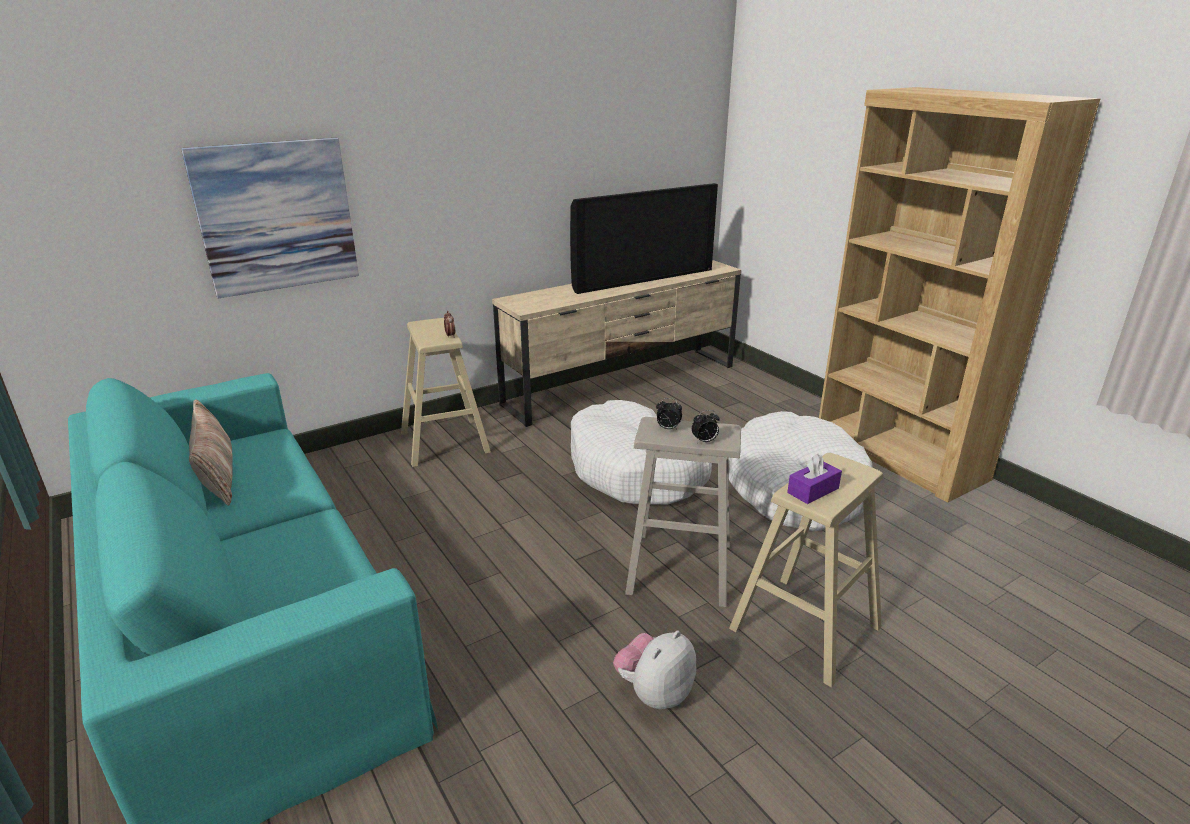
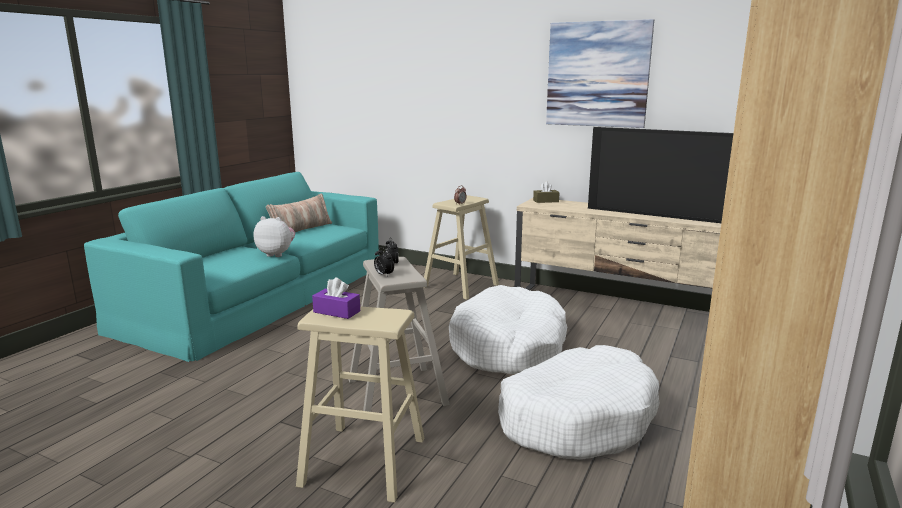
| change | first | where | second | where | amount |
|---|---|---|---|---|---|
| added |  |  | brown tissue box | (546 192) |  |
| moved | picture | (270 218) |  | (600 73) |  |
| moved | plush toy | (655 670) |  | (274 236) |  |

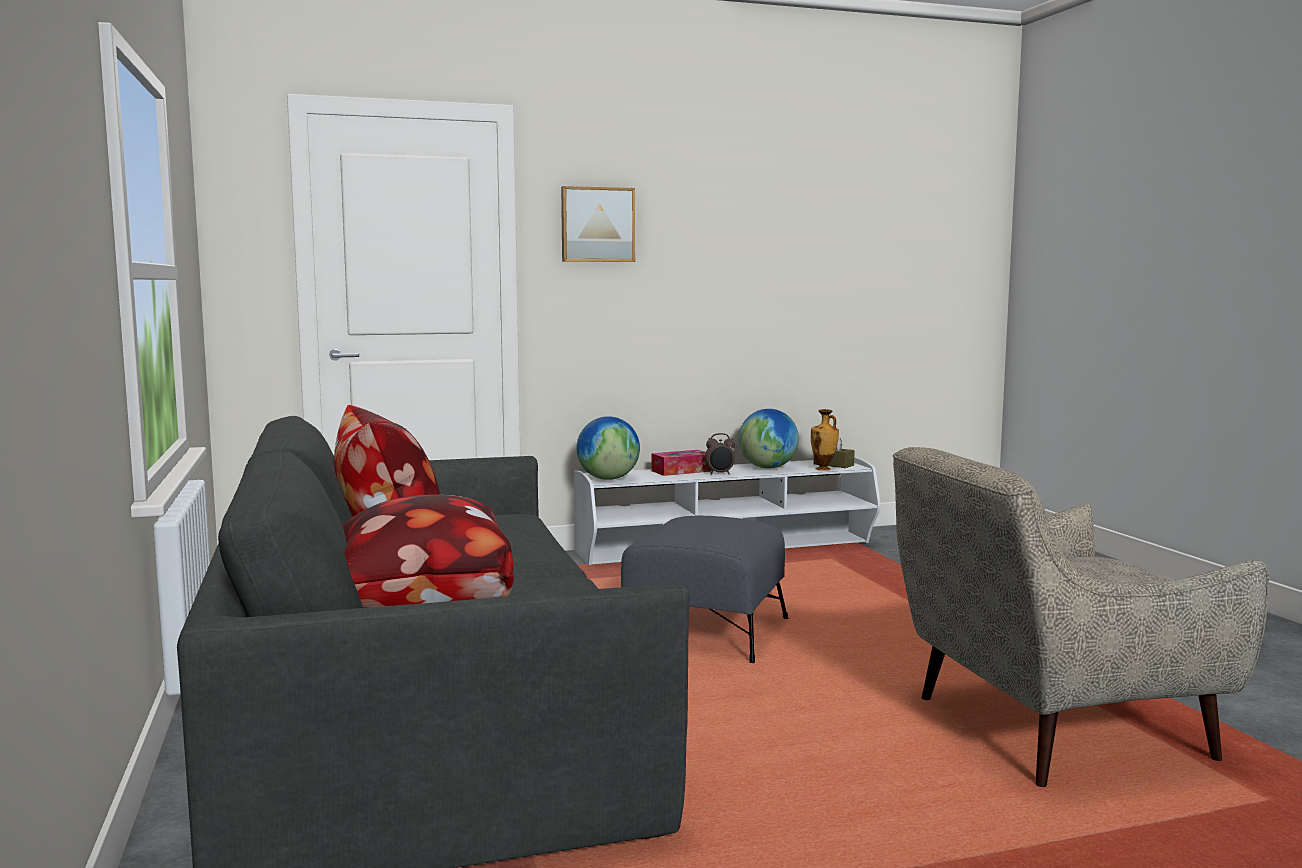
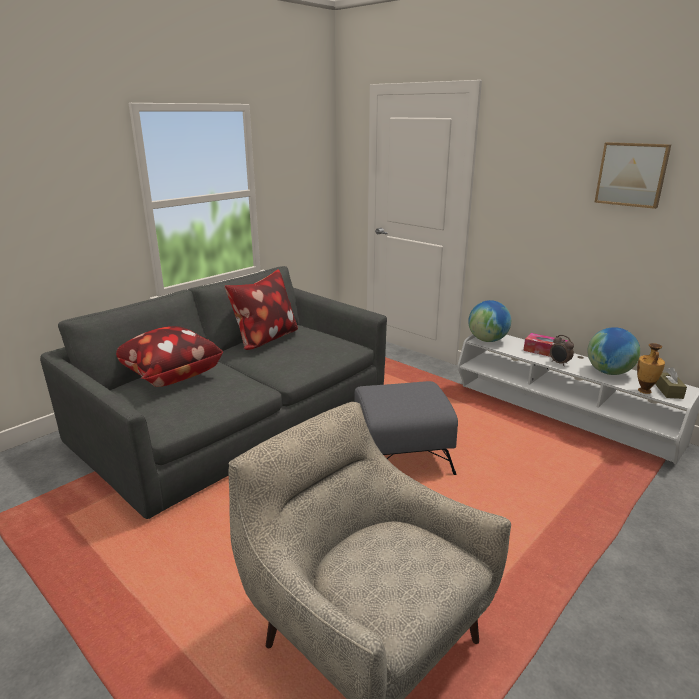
| change | first | where | second | where | amount |
|---|---|---|---|---|---|
| moved | picture | (598 224) |  | (632 175) |  |

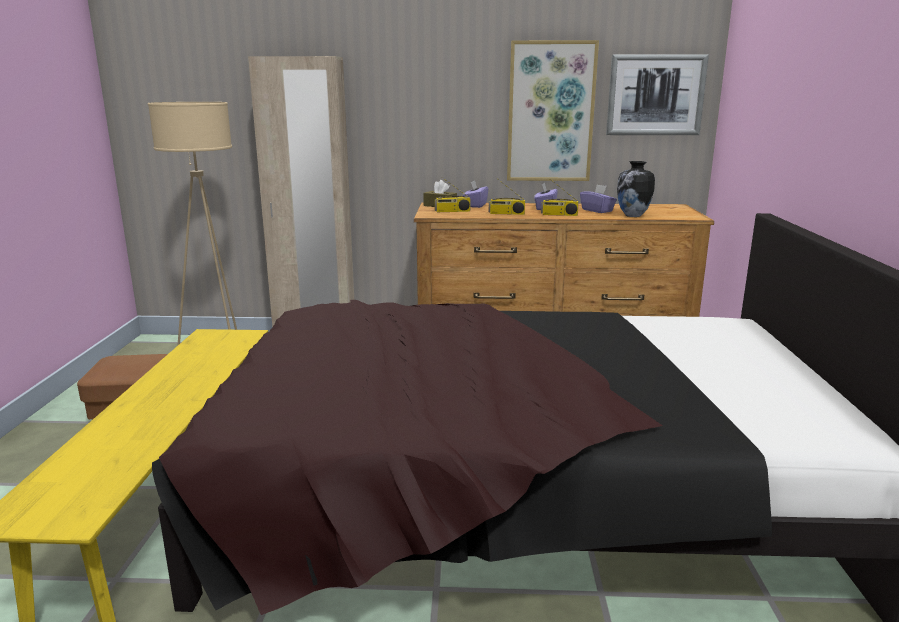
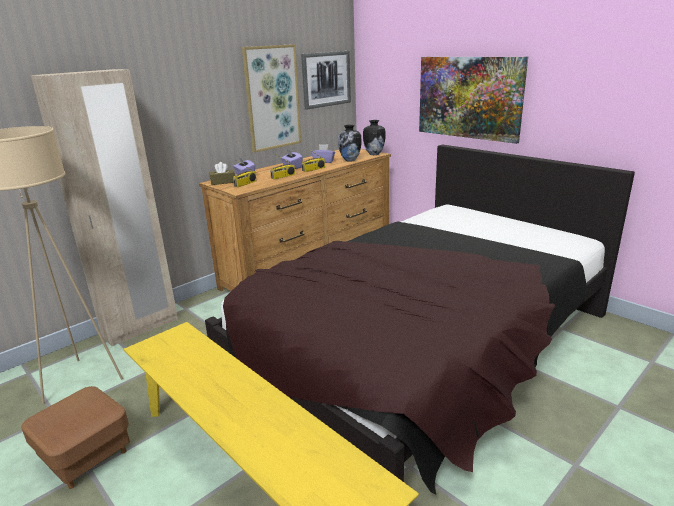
| change | first | where | second | where | amount |
|---|---|---|---|---|---|
| added |  |  | vase | (374 137) |  |
| added |  |  | picture | (473 100) |  |

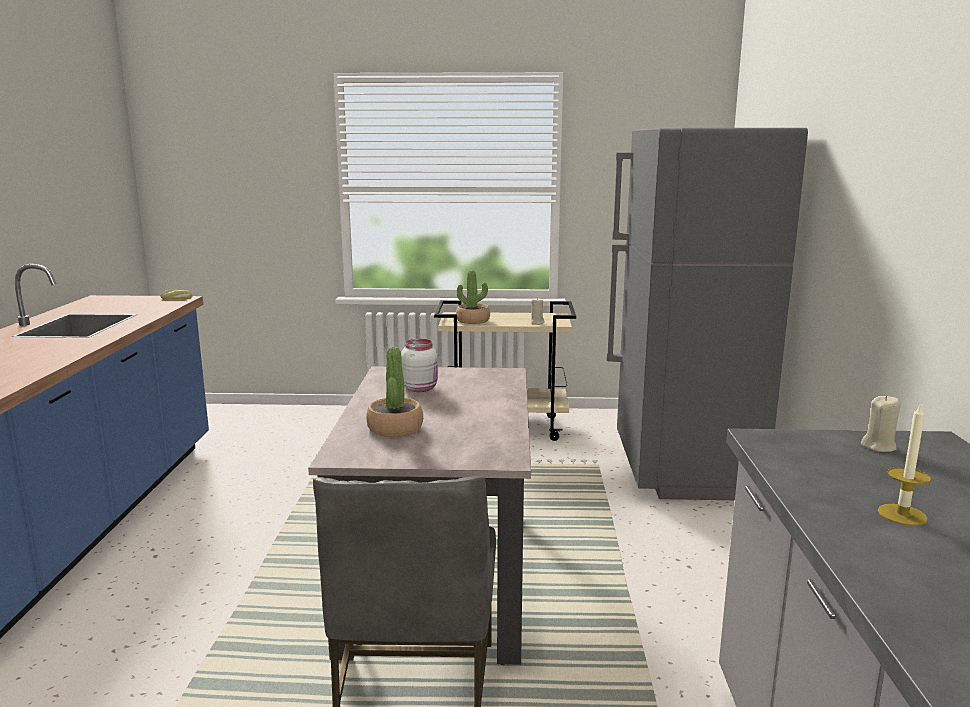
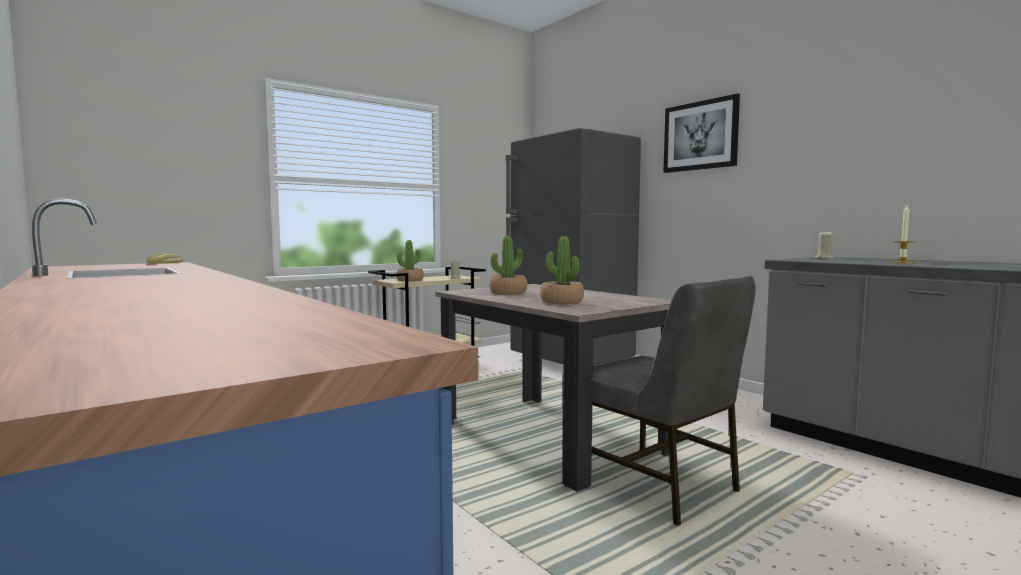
| change | first | where | second | where | amount |
|---|---|---|---|---|---|
| added |  |  | picture | (701 133) |  |
| replaced | white jar | (419 365) | potted plant | (508 265) |  |

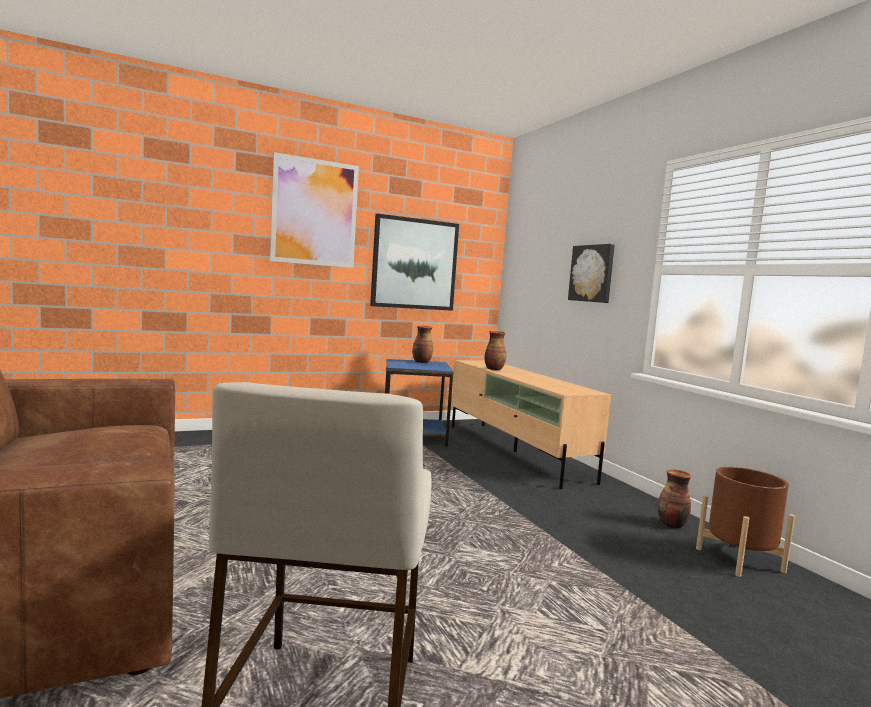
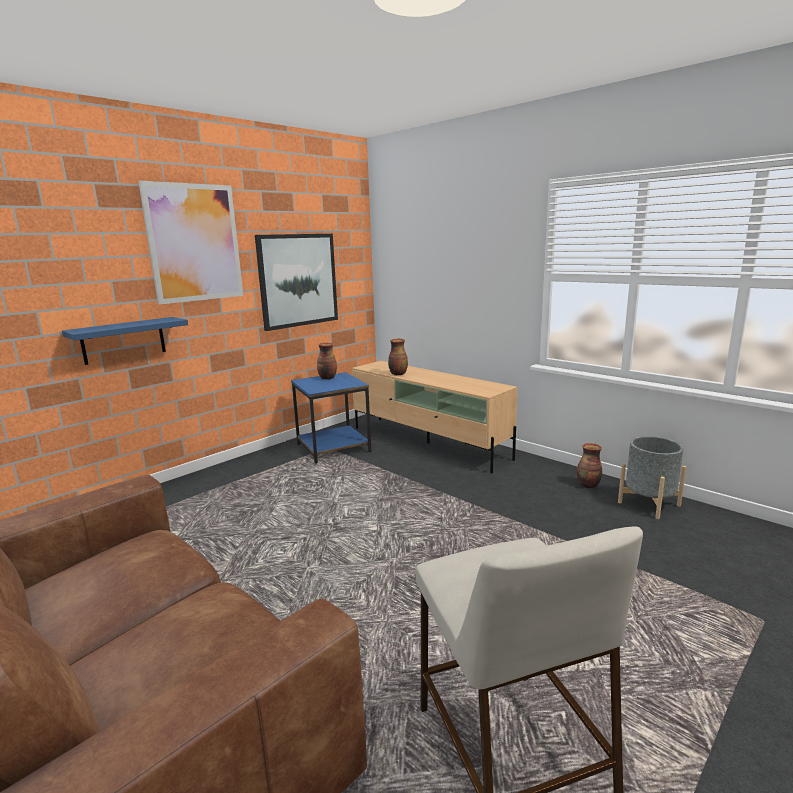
| change | first | where | second | where | amount |
|---|---|---|---|---|---|
| removed | picture | (591 273) |  |  |  |
| added |  |  | blue shelf | (125 341) |  |
| recoloured | brown planter | (745 522) | grey planter | (652 477) |  |

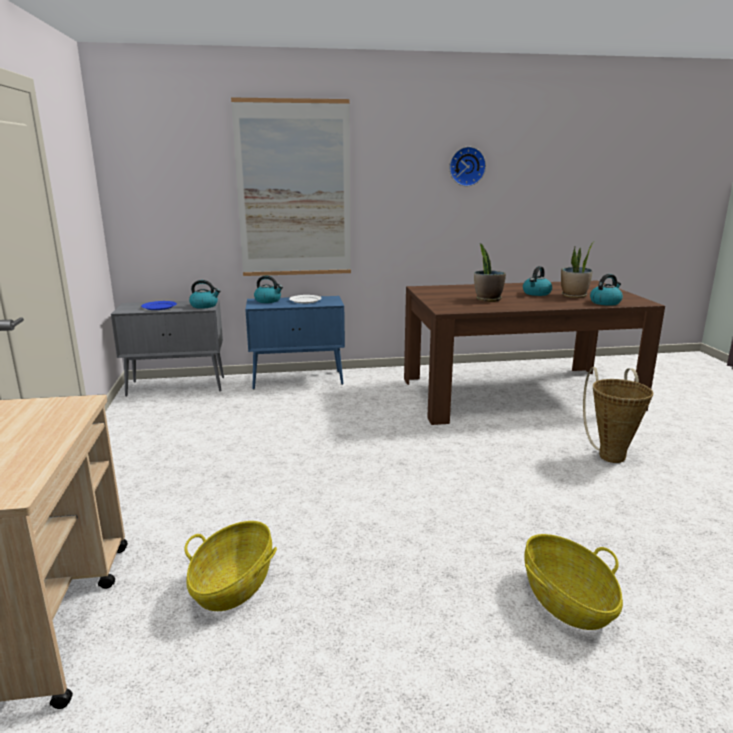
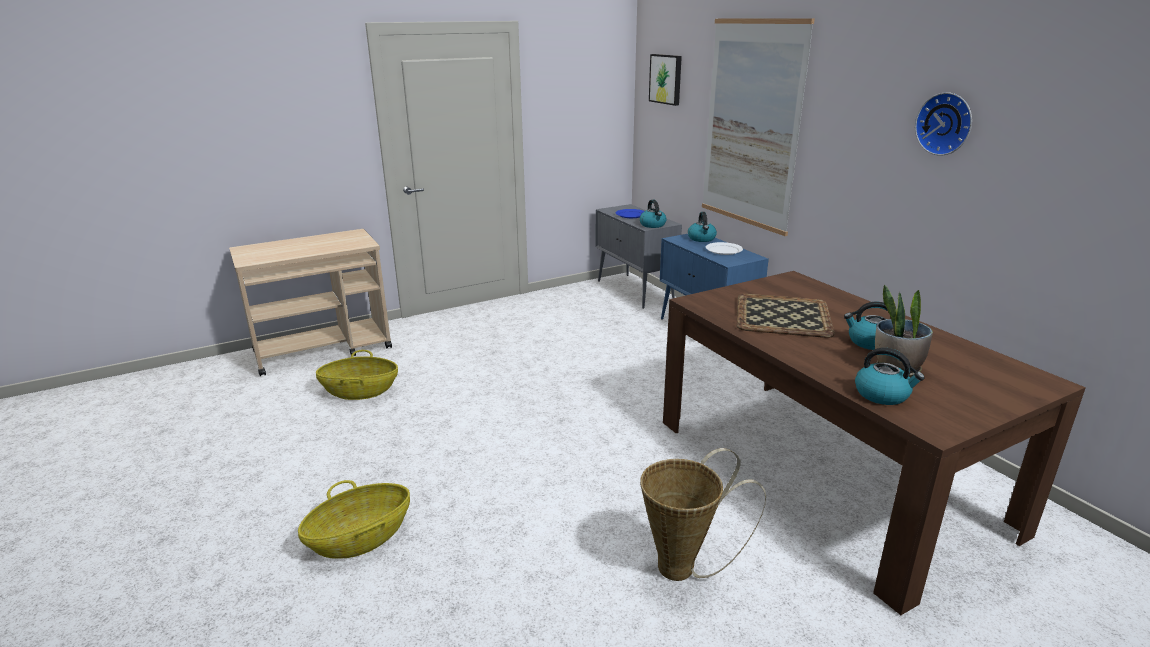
| change | first | where | second | where | amount |
|---|---|---|---|---|---|
| added |  |  | picture | (665 80) |  |
| replaced | potted plant | (490 272) | tray | (786 316) |  |

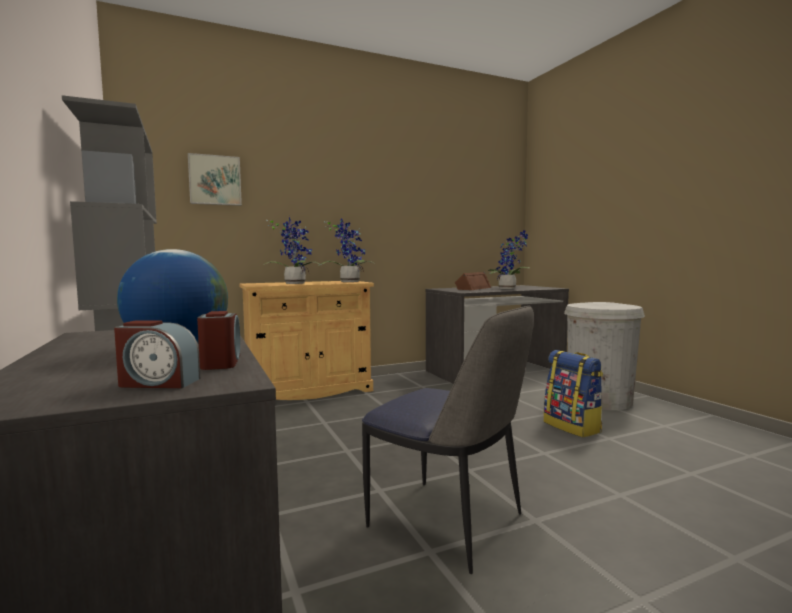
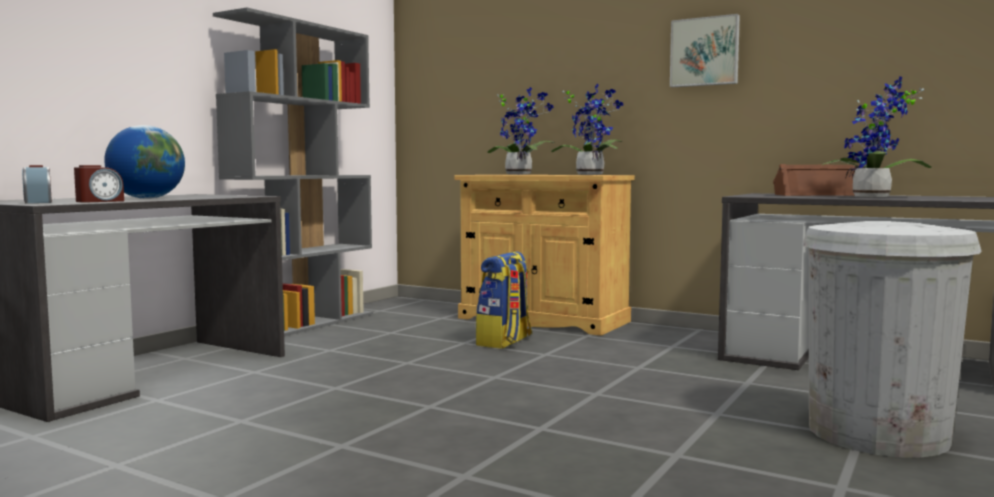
| change | first | where | second | where | amount |
|---|---|---|---|---|---|
| removed | chair | (448 439) |  |  |  |
| moved | picture | (215 179) |  | (705 50) |  |
| moved | backpack | (573 393) |  | (503 300) |  |

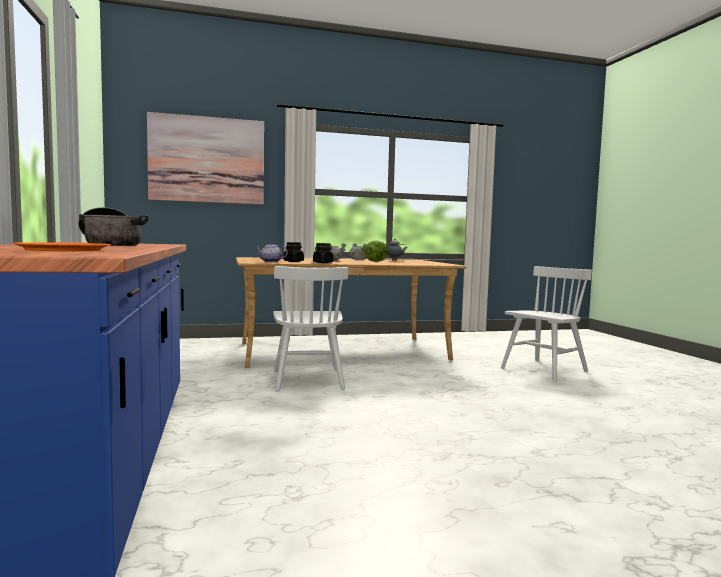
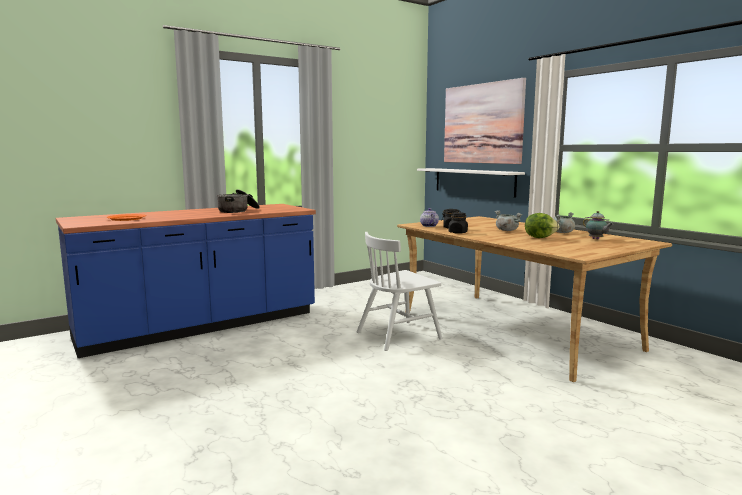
| change | first | where | second | where | amount |
|---|---|---|---|---|---|
| removed | white chair | (546 324) |  |  |  |
| added |  |  | white shelf | (471 183) |  |

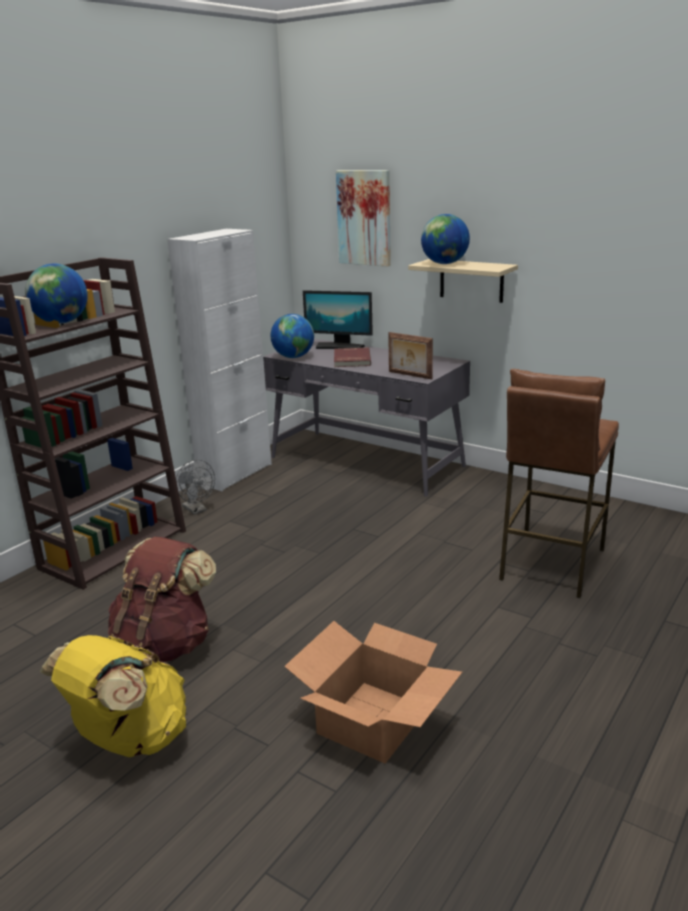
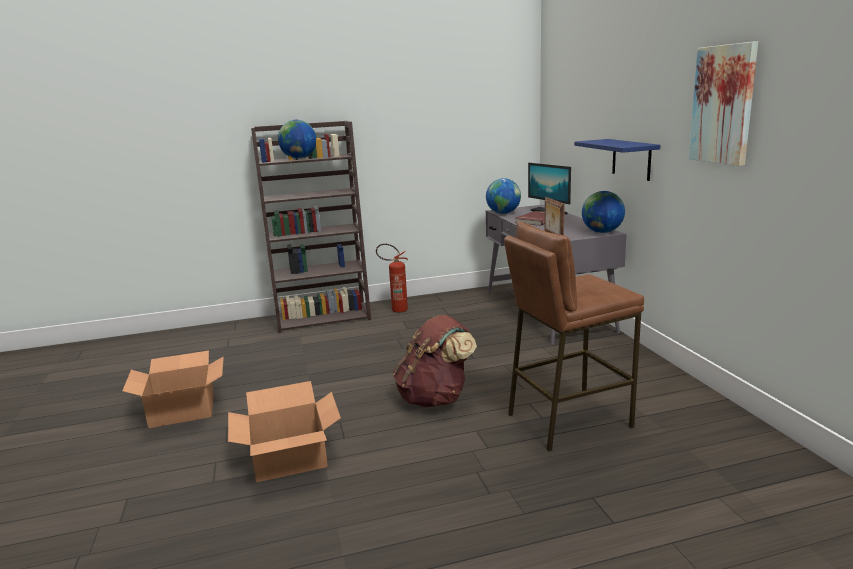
| change | first | where | second | where | amount |
|---|---|---|---|---|---|
| removed | white cabinet | (219 360) |  |  |  |
| moved | brown backpack | (162 599) |  | (435 361) |  |
| moved | picture | (363 218) |  | (723 103) |  |
| moved | globe | (445 239) |  | (603 212) |  |
| replaced | yellow backpack | (113 696) | cardboard box | (173 389) |  |
| replaced | grey fan | (195 487) | fire extinguisher | (392 278) |  |
| recoloured | beige shelf | (463 281) | blue shelf | (617 160) |  |

